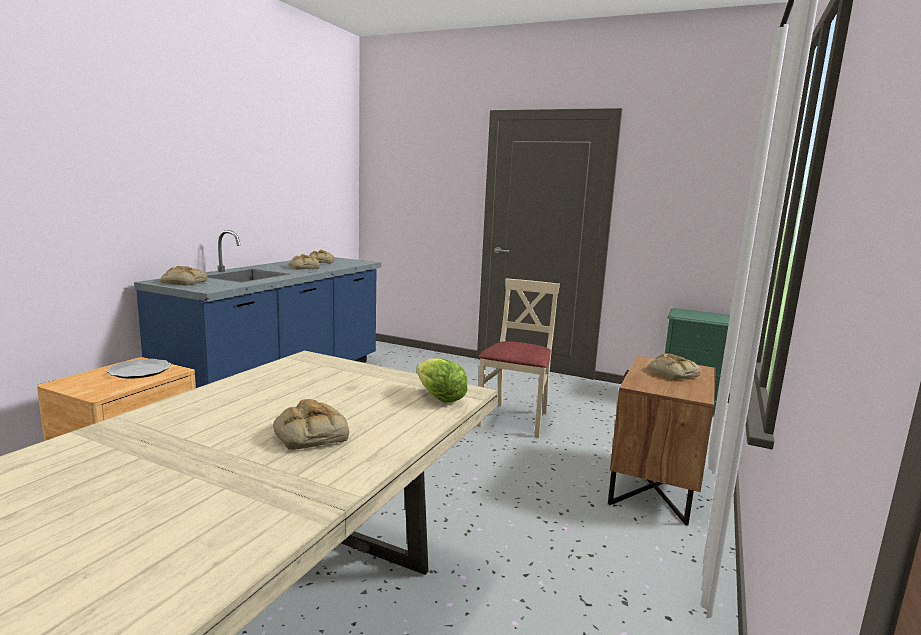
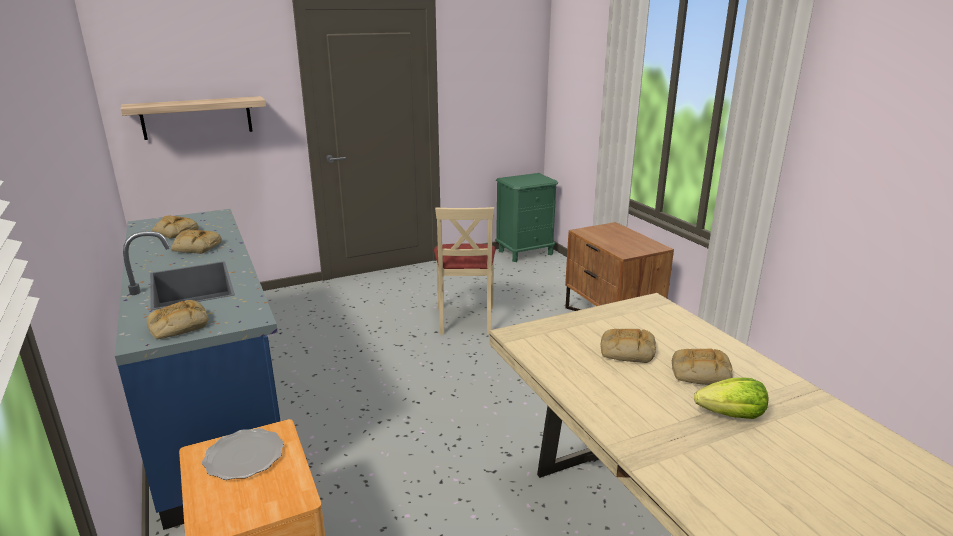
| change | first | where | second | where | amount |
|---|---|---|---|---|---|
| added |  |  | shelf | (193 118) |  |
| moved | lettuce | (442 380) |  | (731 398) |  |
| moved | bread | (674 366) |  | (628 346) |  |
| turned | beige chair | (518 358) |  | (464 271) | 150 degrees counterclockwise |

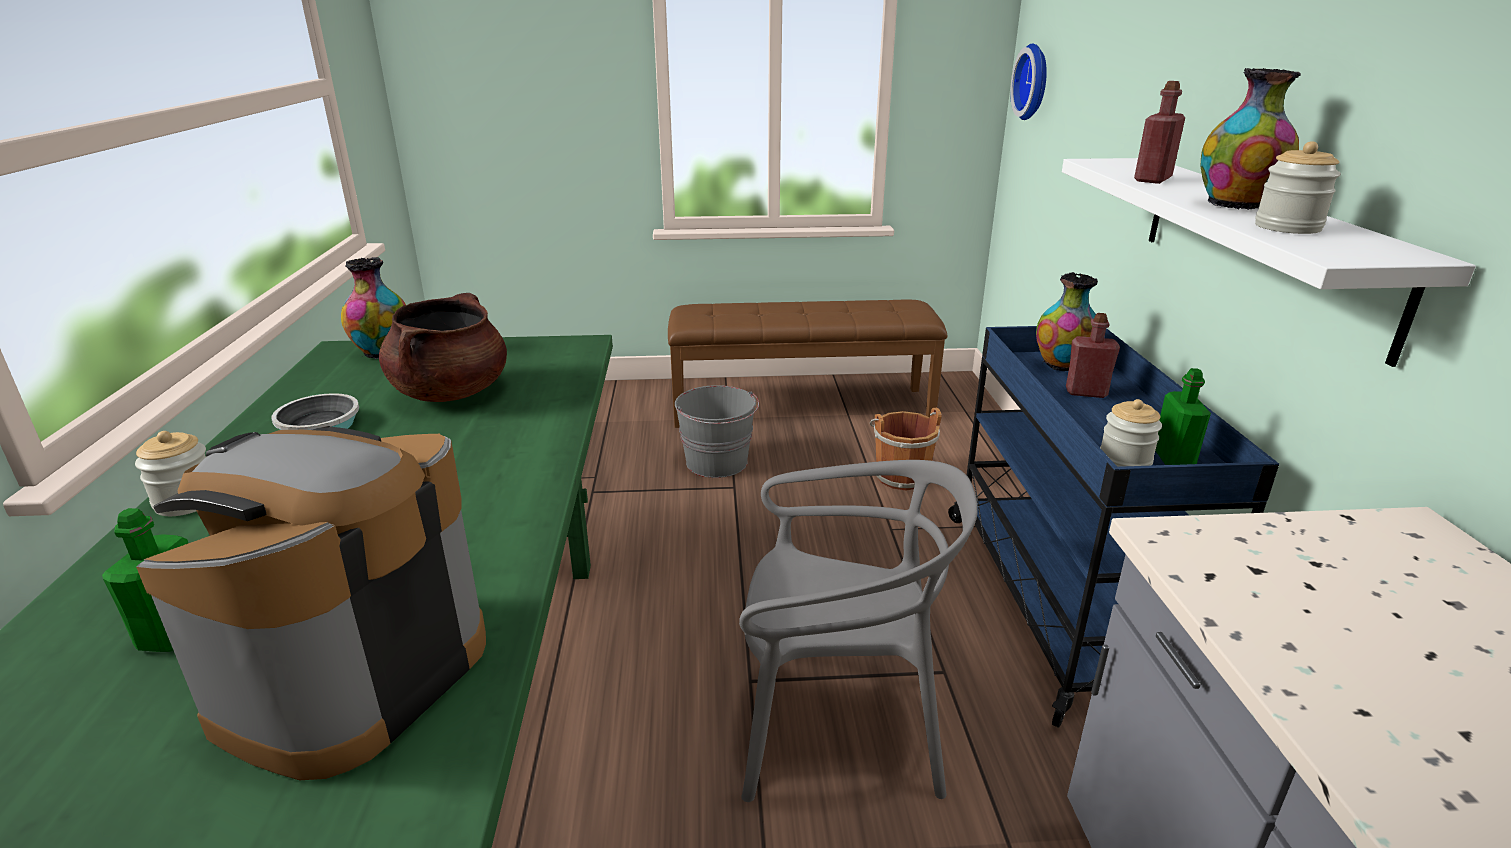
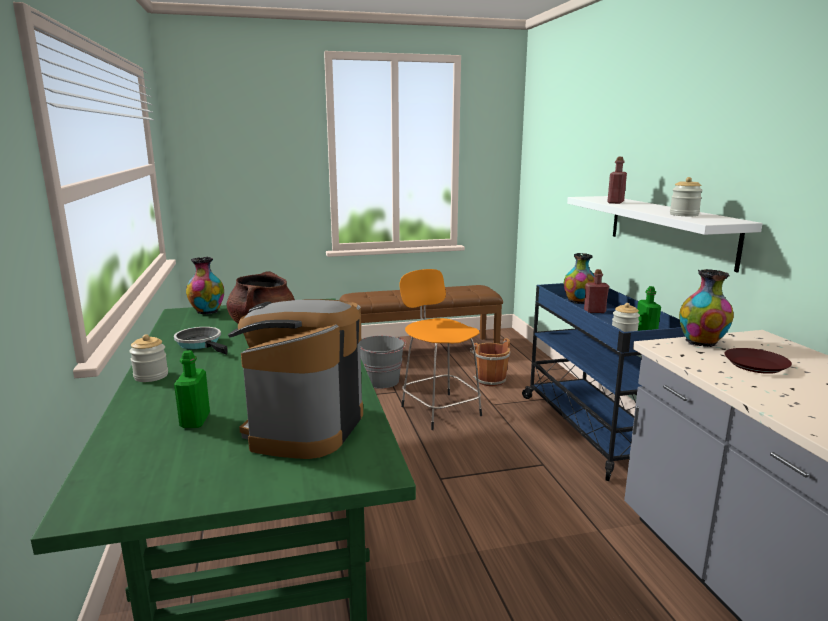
| change | first | where | second | where | amount |
|---|---|---|---|---|---|
| removed | grey chair | (858 631) |  |  |  |
| removed | wall clock | (1028 81) |  |  |  |
| added |  |  | orange stool | (441 349) |  |
| added |  |  | brown plate | (758 361) |  |
| moved | vase | (1251 139) |  | (706 308) |  |

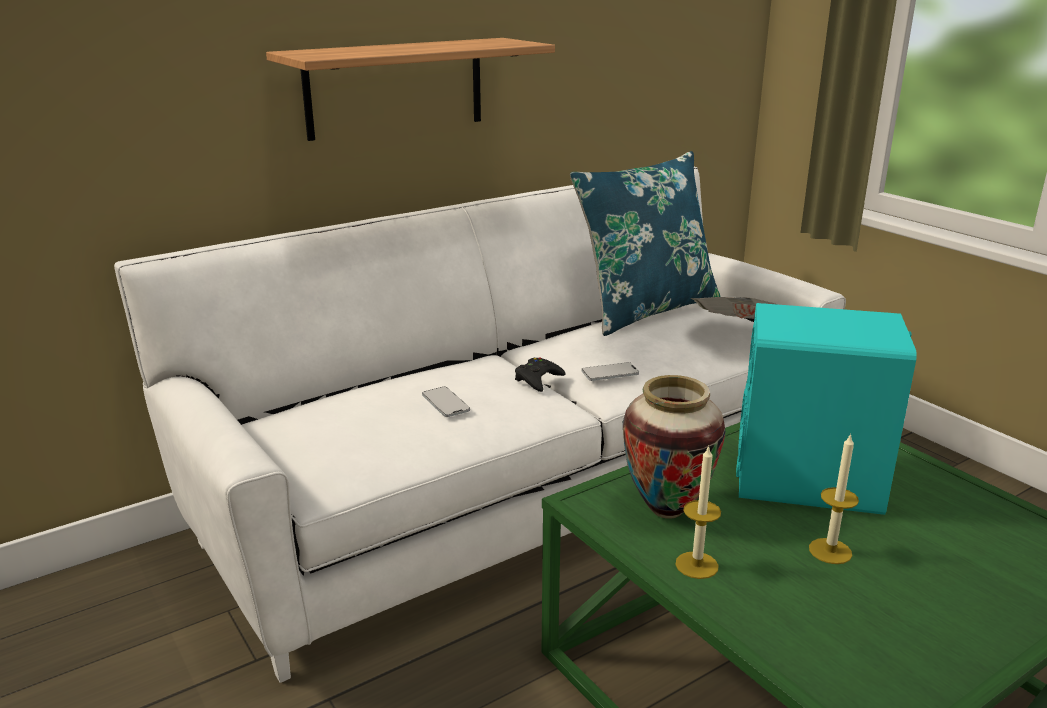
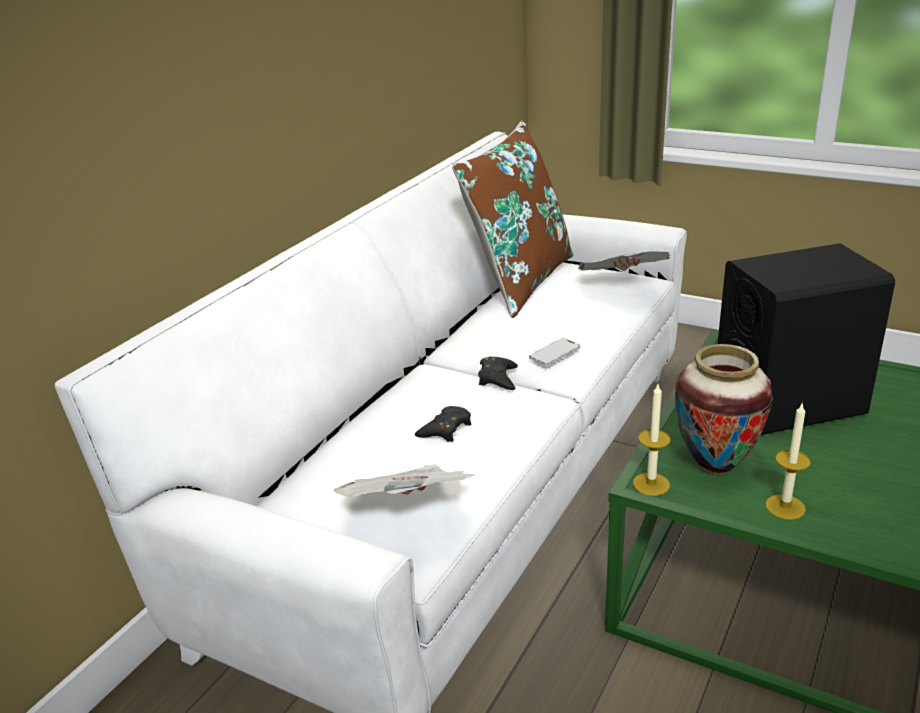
| change | first | where | second | where | amount |
|---|---|---|---|---|---|
| removed | shelf | (410 89) |  |  |  |
| added |  |  | newspaper | (404 481) |  |
| moved | candle | (834 498) |  | (652 440) |  |
| replaced | phone | (446 402) | black game controller | (443 424) |  |
| recoloured | blue pillow | (645 243) | brown pillow | (512 219) |  |
| recoloured | turquoise speaker | (826 409) | black speaker | (806 339) |  |

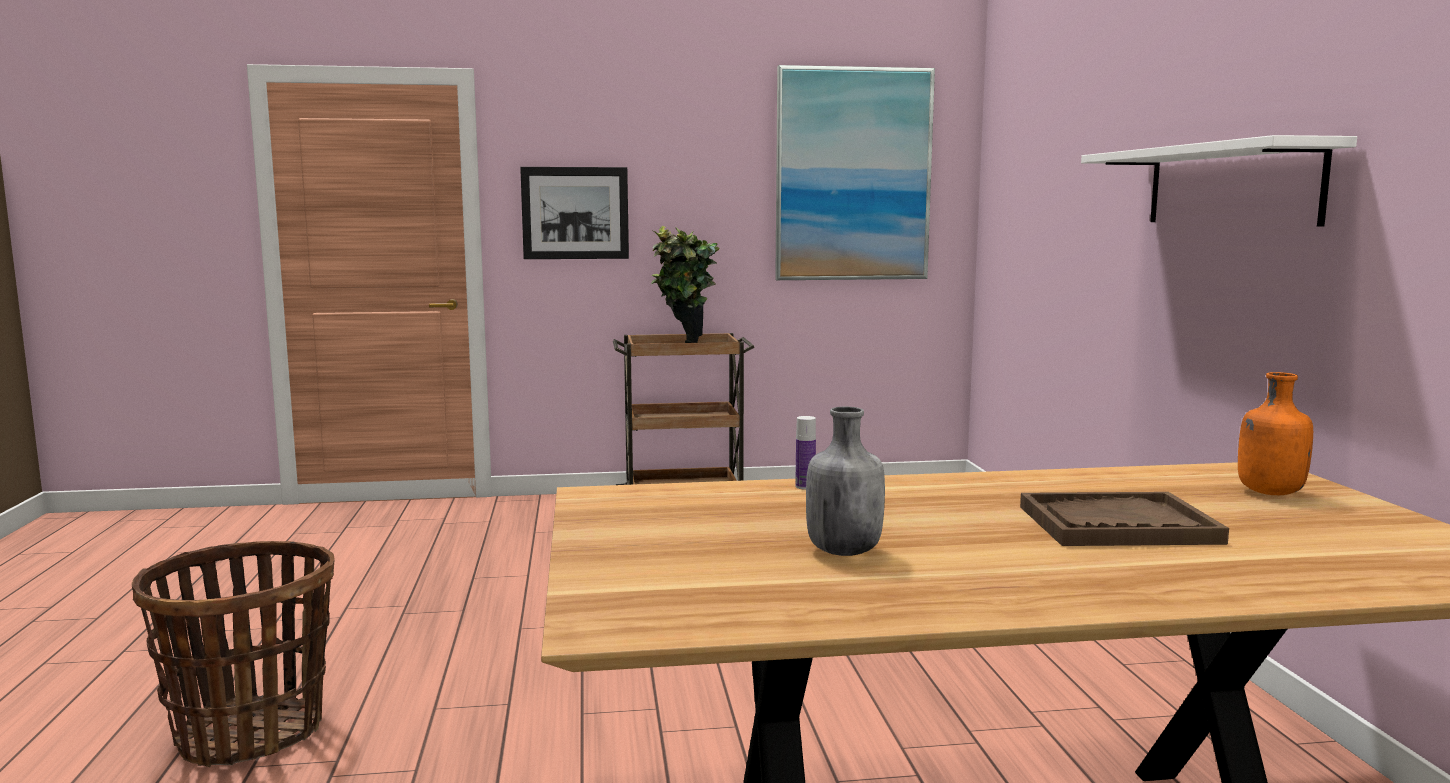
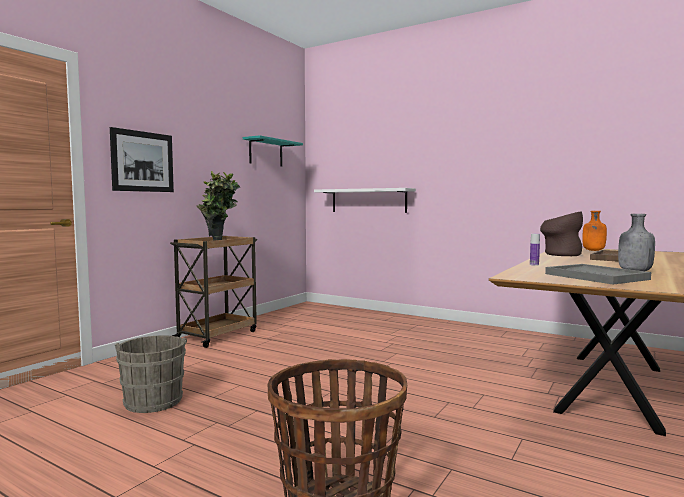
| change | first | where | second | where | amount |
|---|---|---|---|---|---|
| added |  |  | grey bucket | (151 374) |  |
| added |  |  | brown vase | (561 233) |  |
| added |  |  | grey tray | (598 274) |  |
| moved | white shelf | (1219 181) |  | (365 200) |  |
| replaced | picture | (855 172) | turquoise shelf | (273 151) |  |

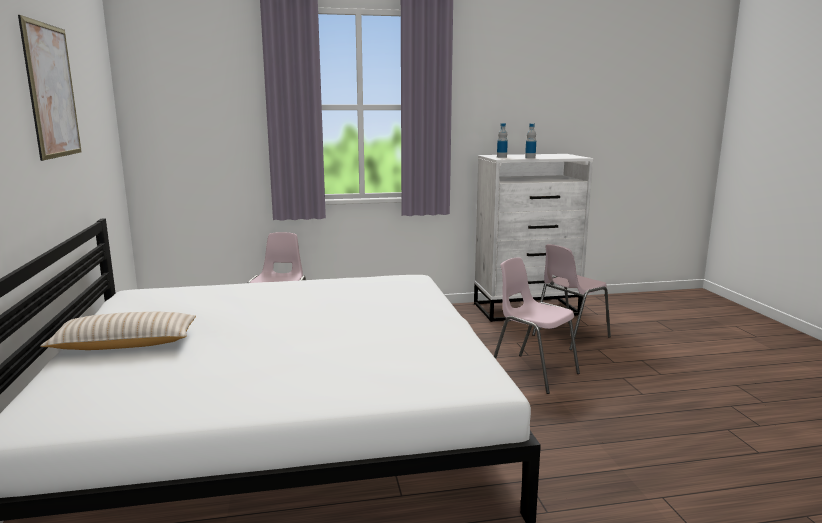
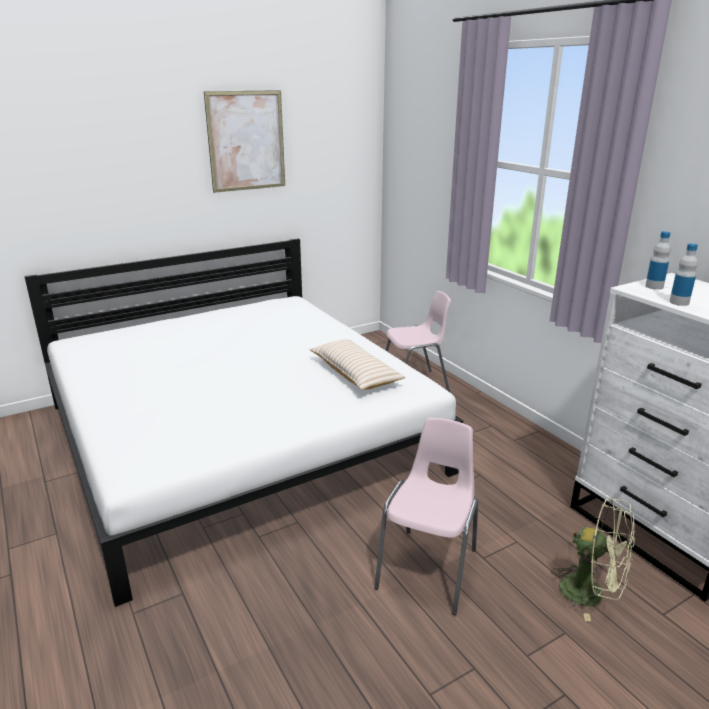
| change | first | where | second | where | amount |
|---|---|---|---|---|---|
| moved | beige pillow | (118 331) |  | (357 364) |  |
| replaced | pink chair | (571 297) | green fan | (593 559) |  |

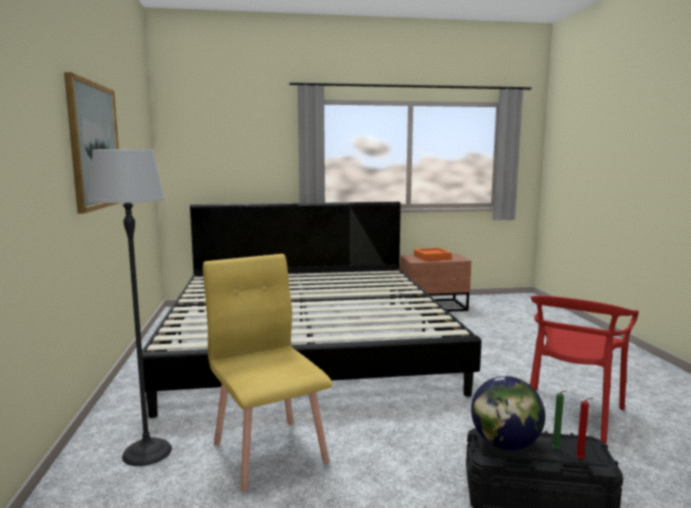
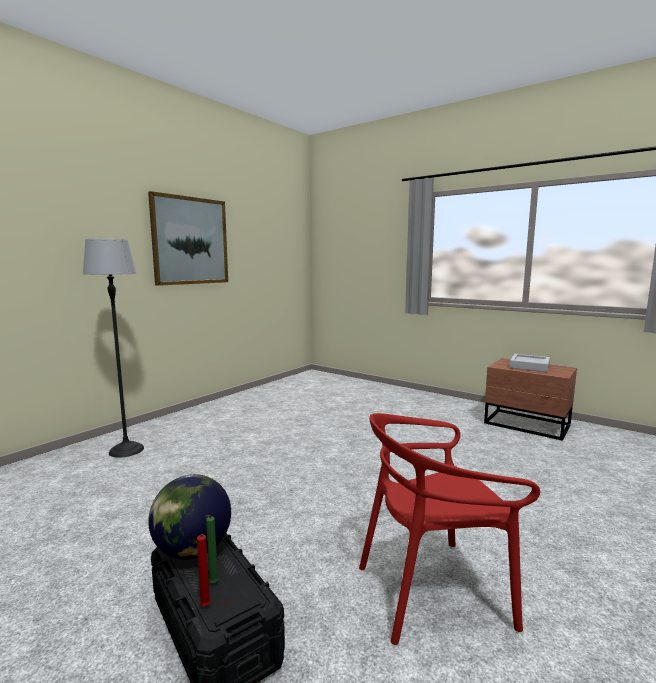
| change | first | where | second | where | amount |
|---|---|---|---|---|---|
| removed | bed | (312 310) |  |  |  |
| removed | yellow chair | (267 373) |  |  |  |
| recoloured | orange tray | (433 254) | grey tray | (529 363) |  |

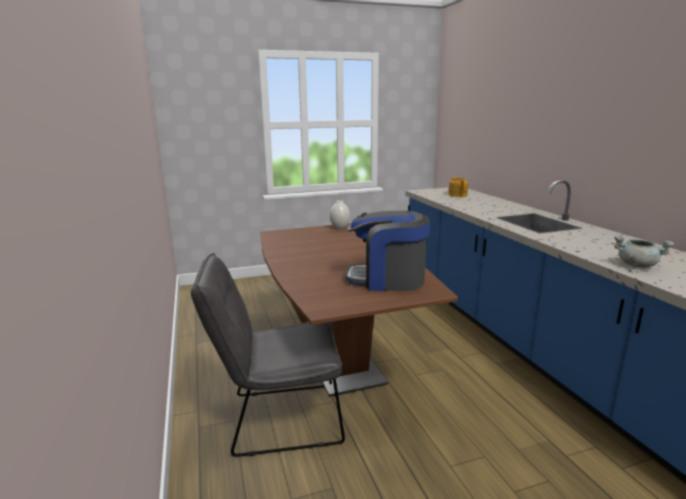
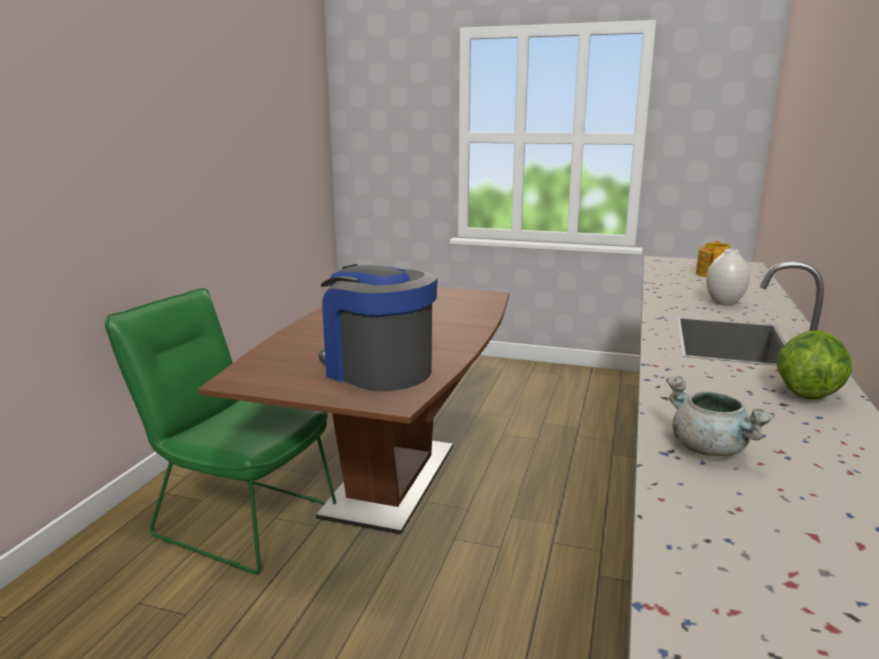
| change | first | where | second | where | amount |
|---|---|---|---|---|---|
| added |  |  | lettuce | (814 365) |  |
| moved | white vase | (340 214) |  | (728 277) |  |
| recoloured | grey chair | (268 355) | green chair | (220 431) |  |

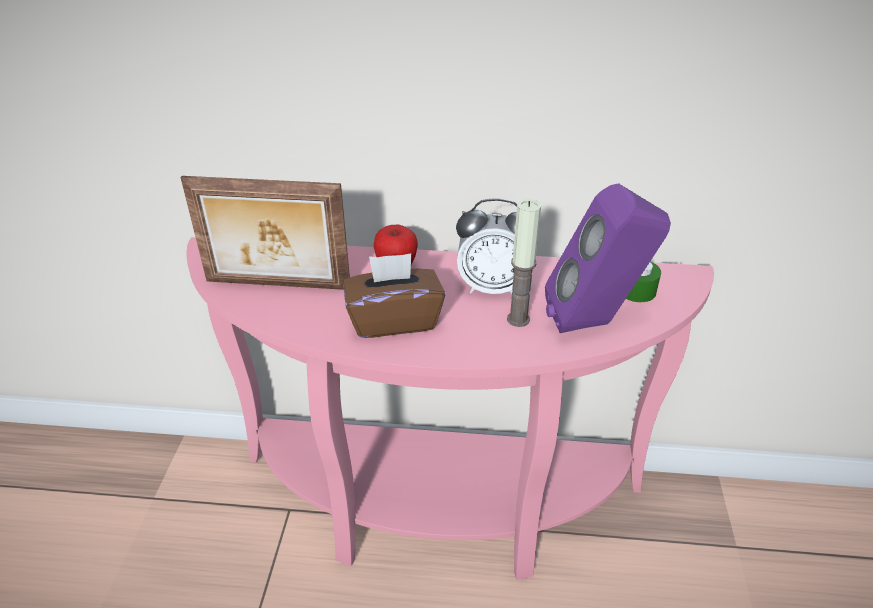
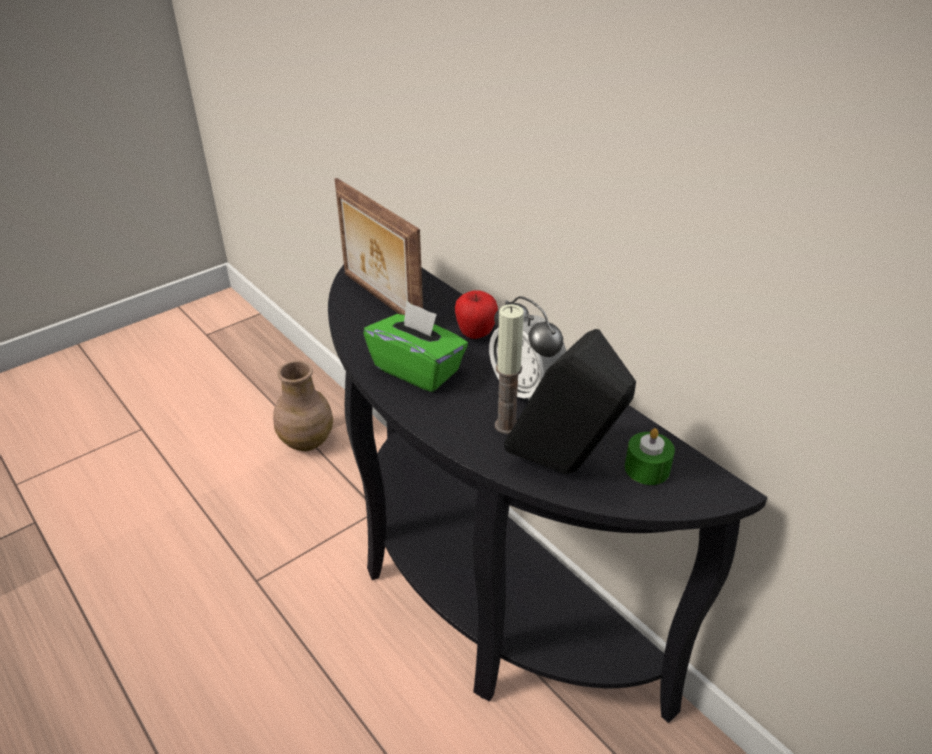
| change | first | where | second | where | amount |
|---|---|---|---|---|---|
| added |  |  | brown vase | (303 405) |  |
| recoloured | pink console table | (450 408) | black console table | (548 494) |  |
| recoloured | brown tissue box | (394 295) | green tissue box | (415 346) |  |
| recoloured | purple speaker | (608 258) | black speaker | (570 401) |  |

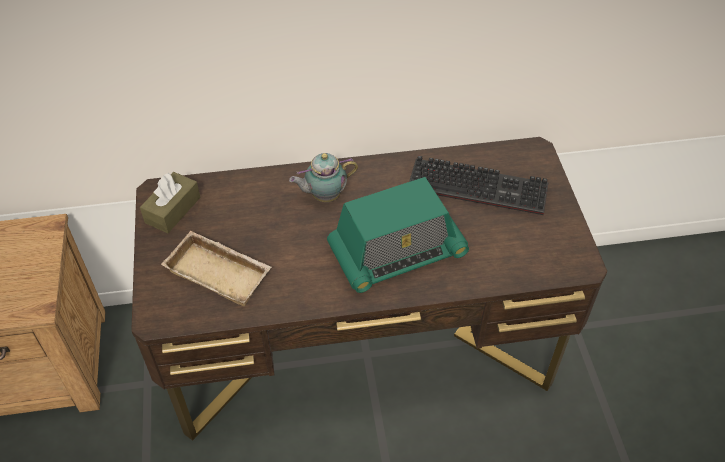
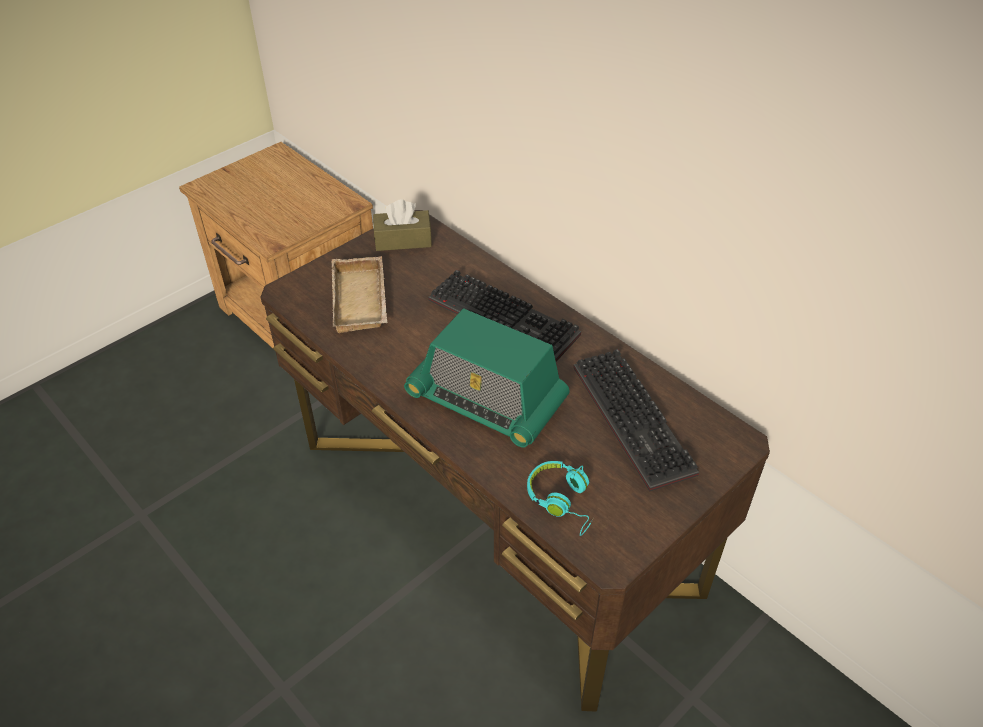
| change | first | where | second | where | amount |
|---|---|---|---|---|---|
| added |  |  | turquoise headphones | (560 498) |  |
| replaced | teapot | (323 177) | keyboard | (504 316) |  |

